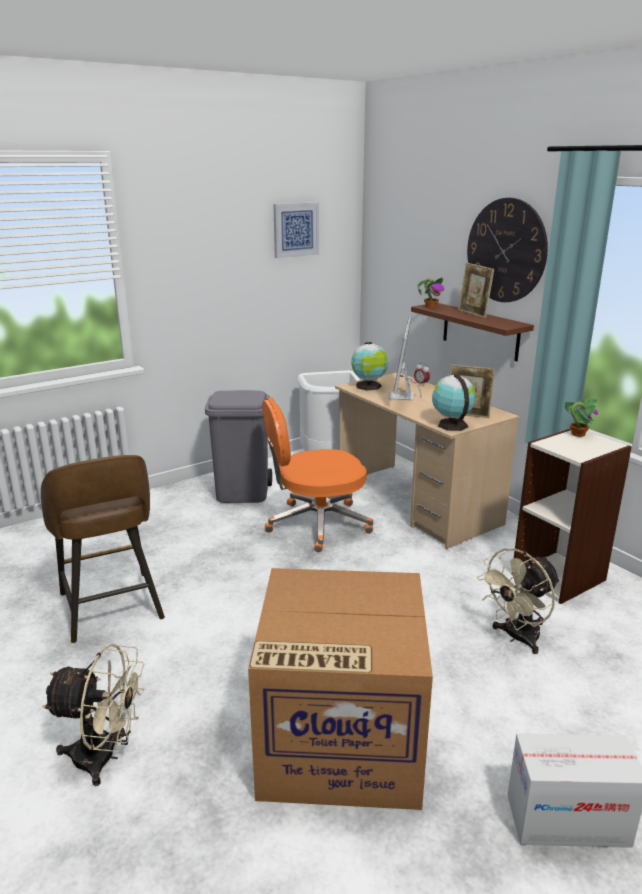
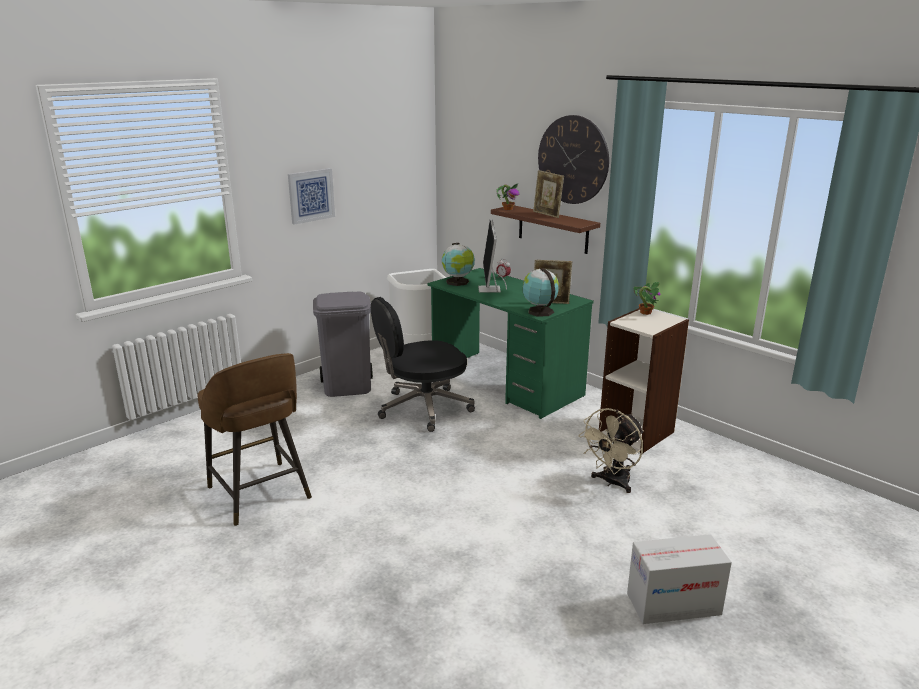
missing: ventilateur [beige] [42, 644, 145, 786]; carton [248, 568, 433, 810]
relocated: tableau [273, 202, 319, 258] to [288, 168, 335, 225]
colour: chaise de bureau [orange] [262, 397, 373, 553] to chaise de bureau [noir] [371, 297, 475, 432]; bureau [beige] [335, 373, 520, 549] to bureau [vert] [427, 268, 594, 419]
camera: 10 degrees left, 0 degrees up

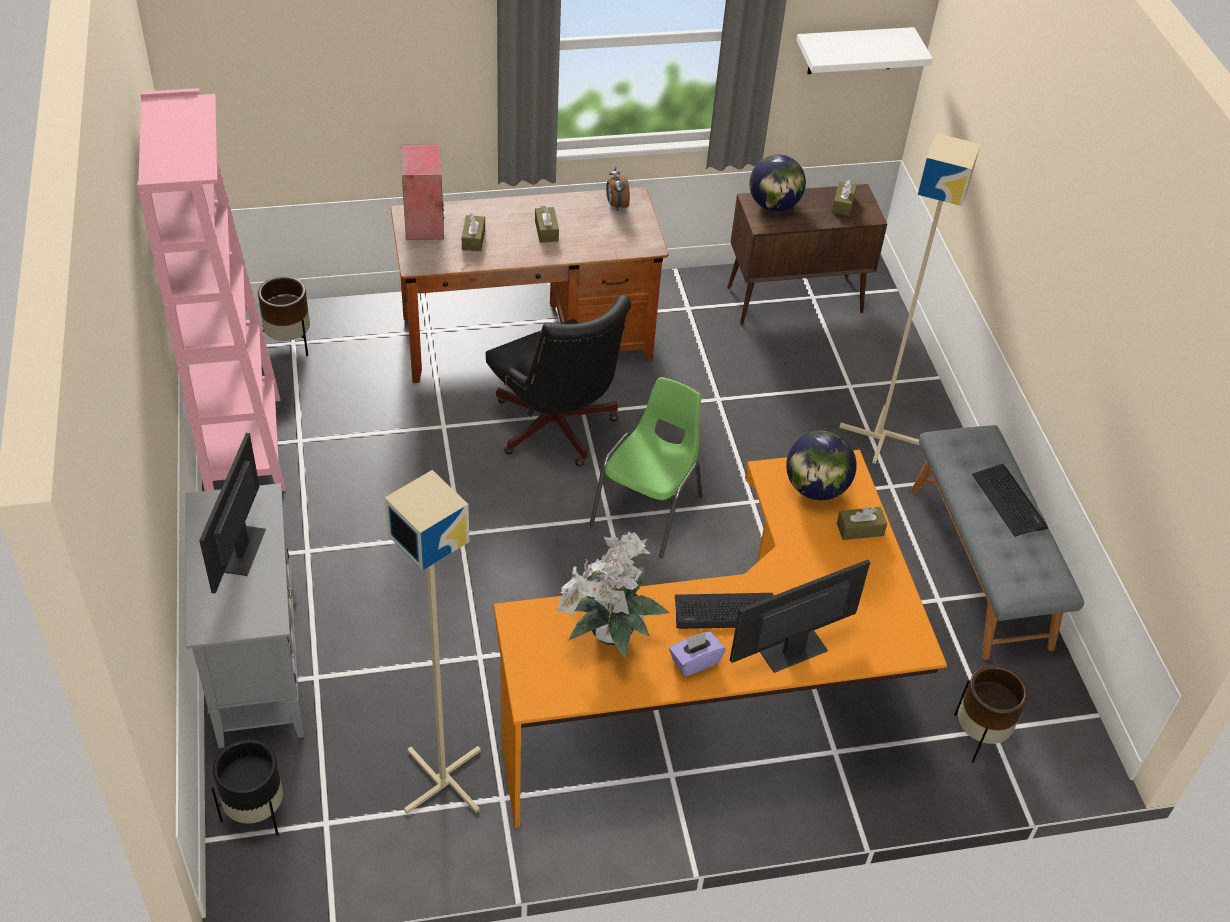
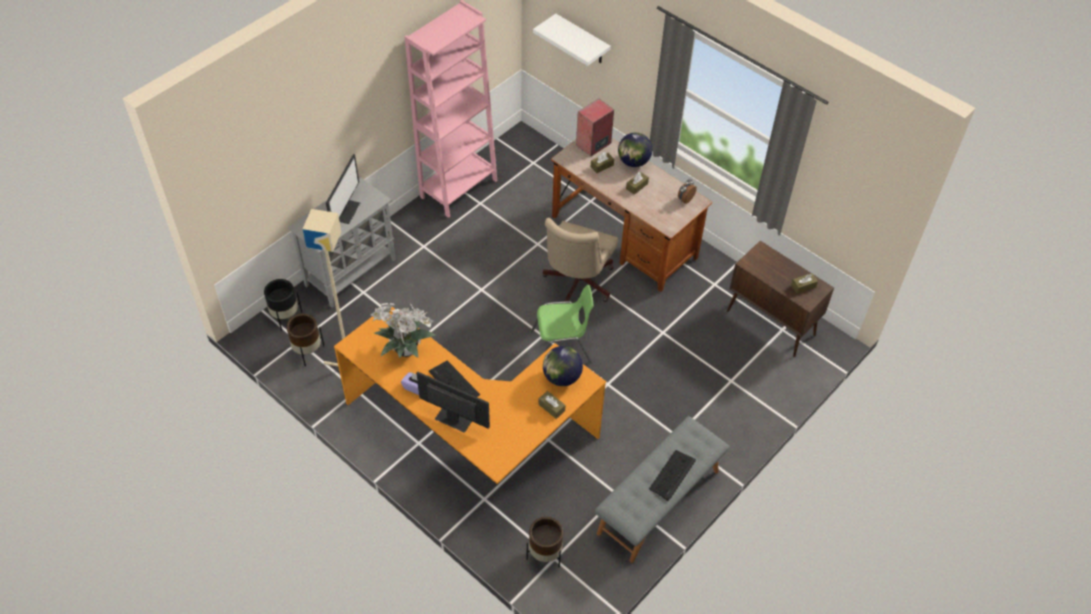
missing: lampadaire [beige] [839, 133, 981, 464]
relocated: cache-pot [marron] [258, 276, 310, 357] to [287, 314, 324, 366]; globe [749, 154, 806, 211] to [618, 133, 652, 167]; étagère [blanc] [796, 27, 933, 74] to [533, 14, 611, 66]
colour: chaise de bureau [noir] [486, 295, 631, 466] to chaise de bureau [beige] [542, 218, 618, 302]
spun: écran d'ordinateur [199, 433, 266, 594] = [326, 154, 360, 224] 135 degrees clockwise
camera: 55 degrees right, 5 degrees up

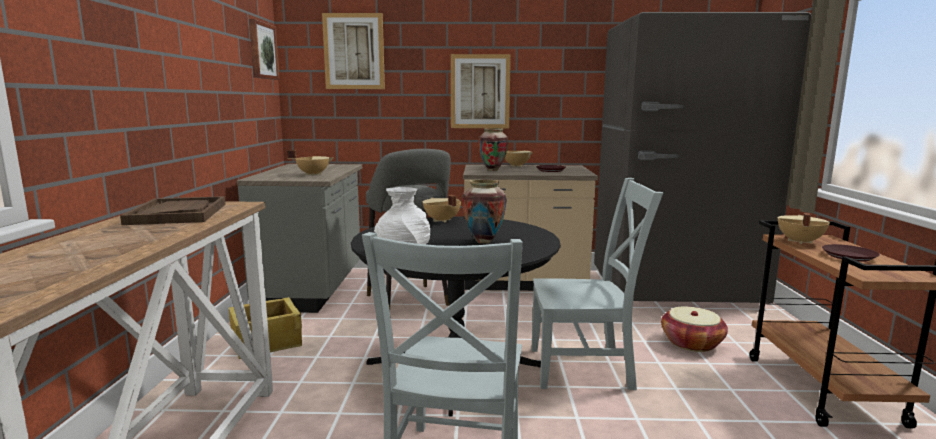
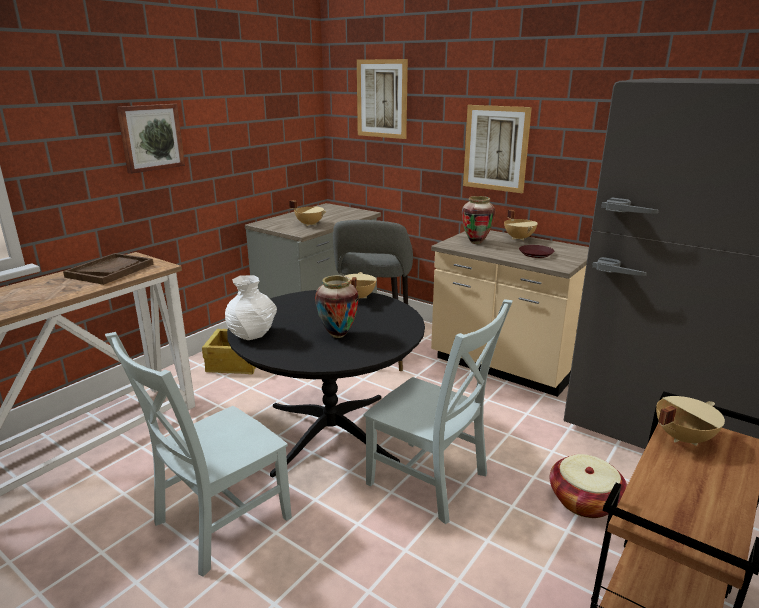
missing: assiette [marron] [822, 244, 880, 262]
relocated: tableau [249, 19, 280, 80] to [117, 104, 185, 174]
camera: 35 degrees right, 10 degrees up

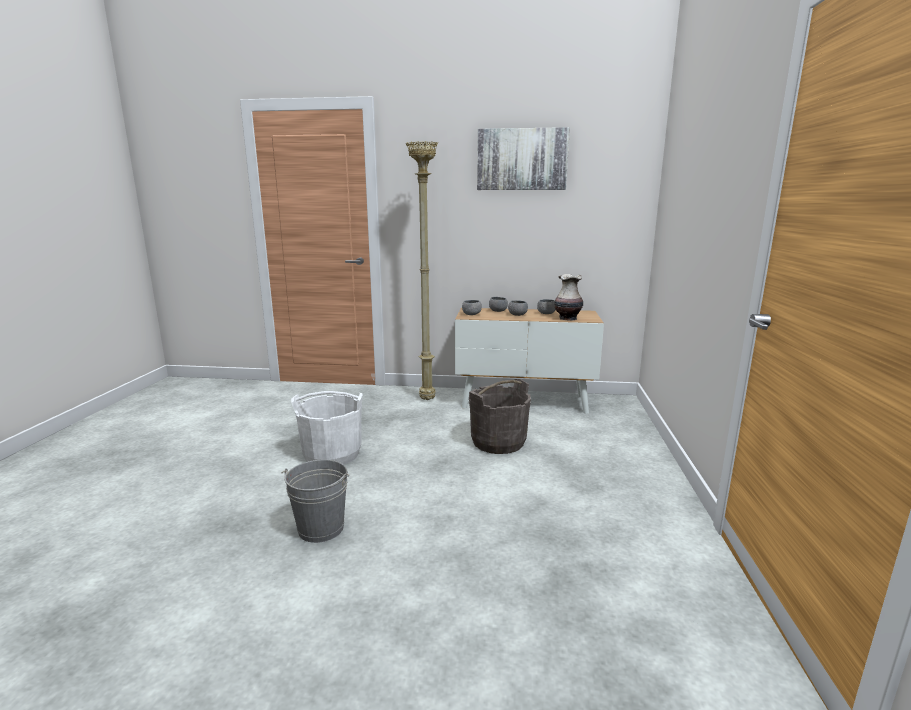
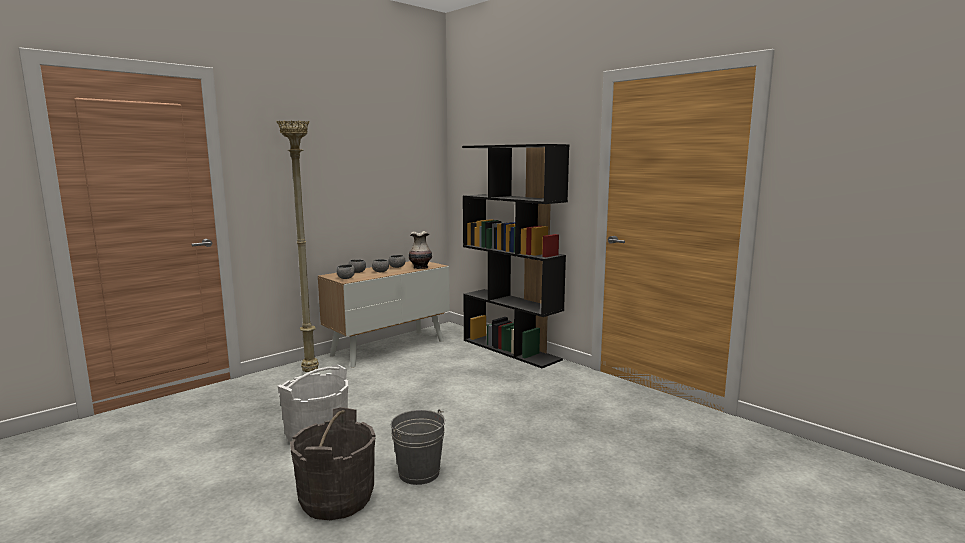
missing: tableau [477, 127, 570, 190]
appeared: bibliothèque [noir] [462, 144, 569, 368]
relocated: seau [gris] [469, 379, 531, 454] to [290, 407, 376, 520]
camera: 50 degrees left, 5 degrees down

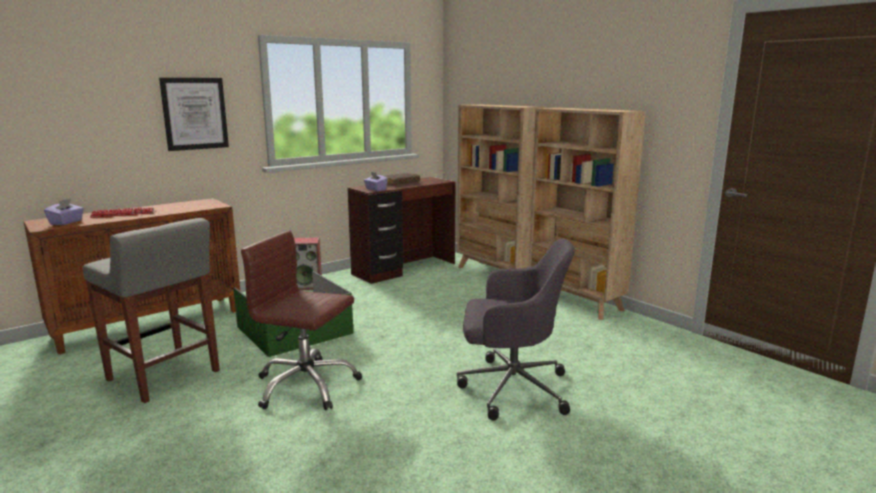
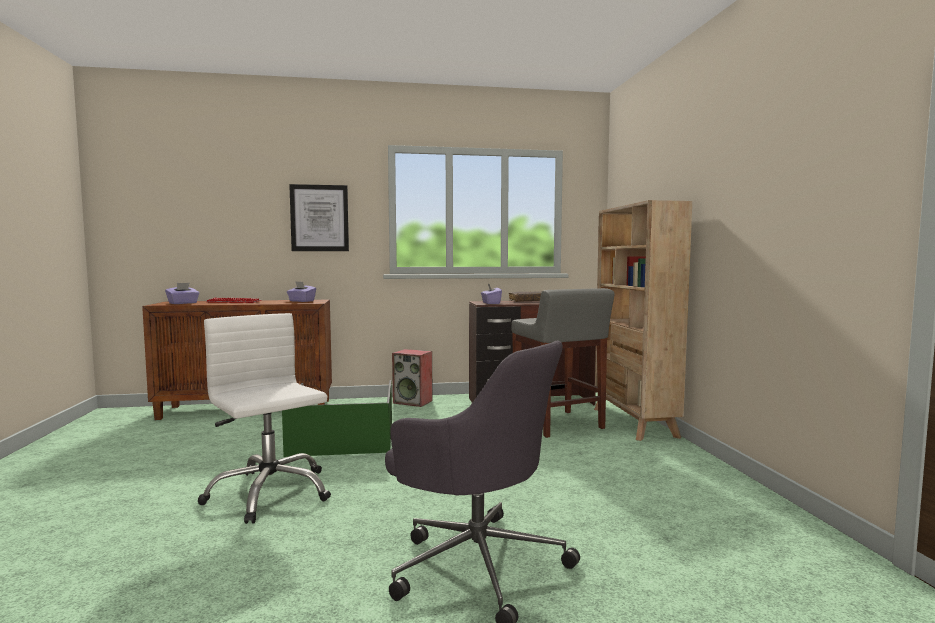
missing: bibliothèque [beige] [529, 108, 646, 320]
appeared: boîte à mouchoirs [violet] [287, 281, 316, 302]
relocated: tabouret [gris] [83, 218, 220, 403] to [512, 288, 615, 438]
colour: chaise de bureau [marron] [241, 230, 362, 410] to chaise de bureau [blanc] [198, 313, 331, 524]
camera: 30 degrees right, 10 degrees down

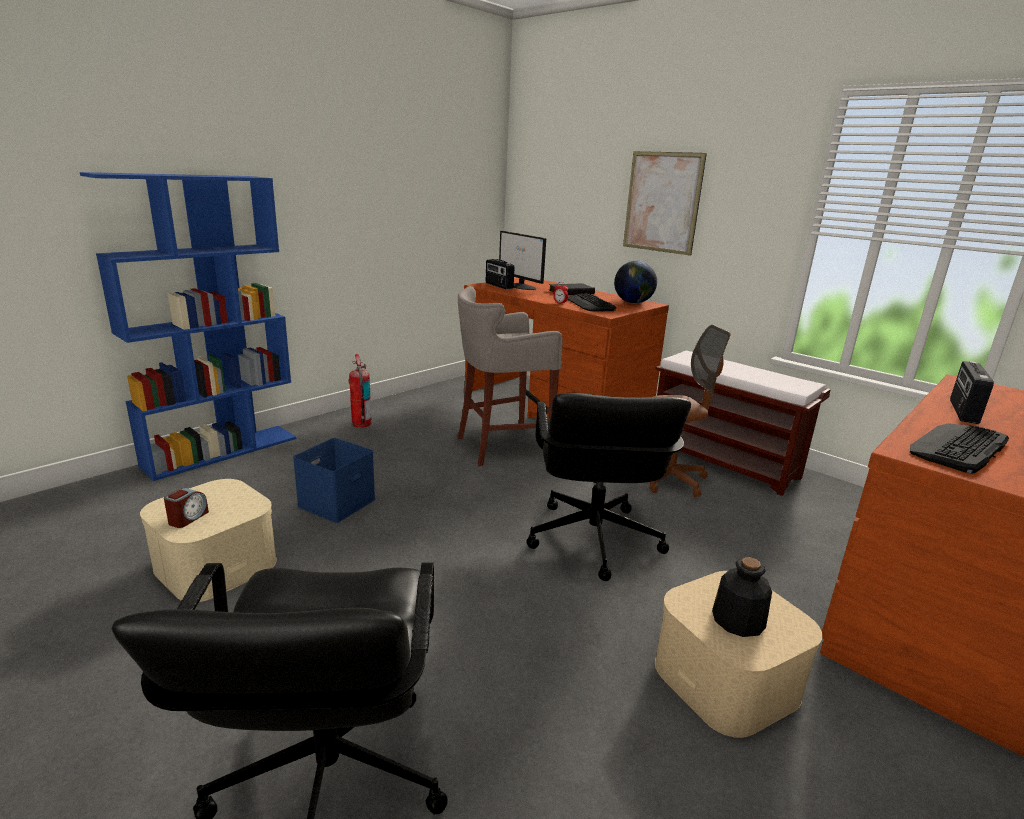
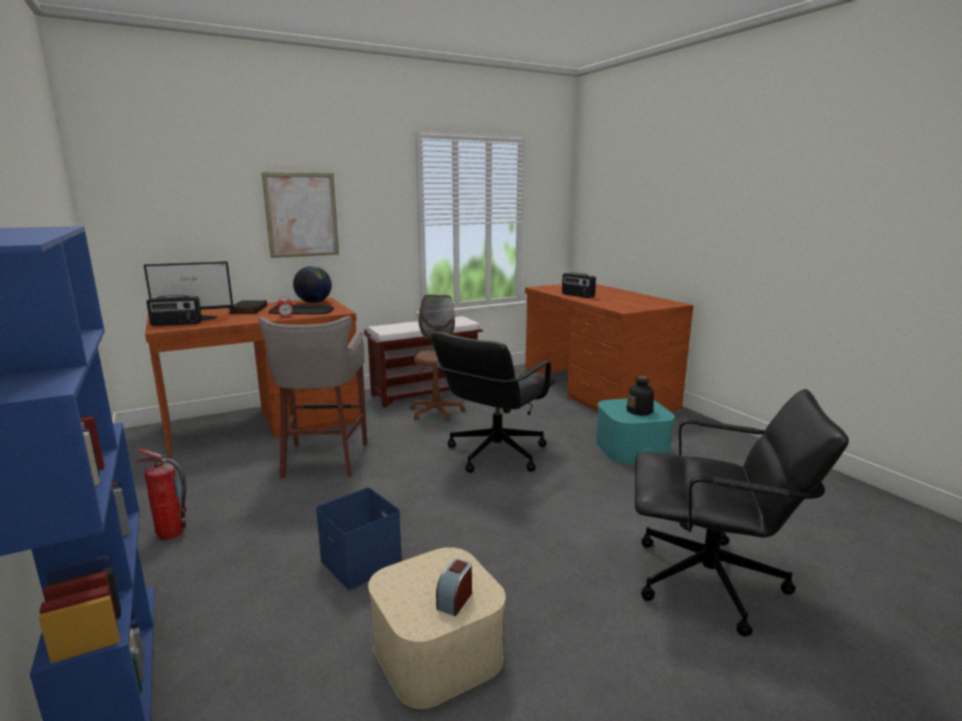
missing: clavier [910, 423, 1009, 474]
colour: boîte de rangement [beige] [655, 571, 822, 738] to boîte de rangement [turquoise] [596, 398, 675, 464]
spun: réveil [164, 488, 209, 528] = [436, 559, 472, 616] 105 degrees counterclockwise; chaise de bureau [noir] [527, 393, 691, 581] = [430, 332, 556, 473] 105 degrees clockwise
camera: 70 degrees left, 5 degrees down

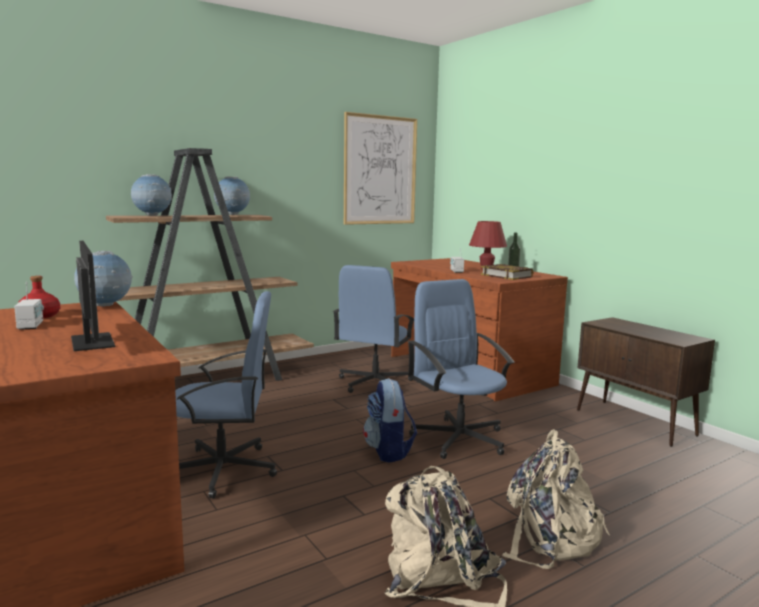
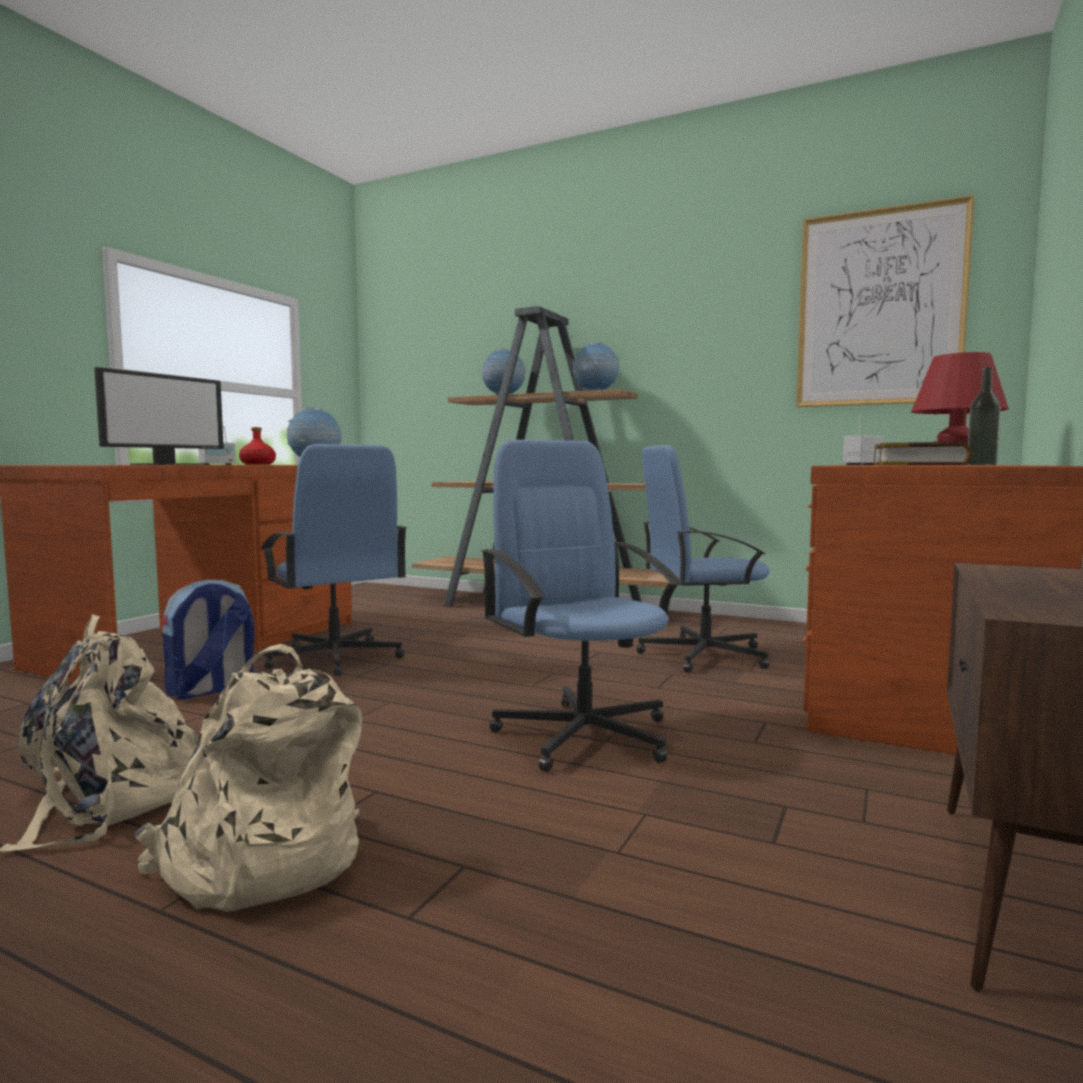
relocated: sac à dos [363, 378, 417, 463] to [161, 580, 254, 699]
spun: chaise de bureau [bleu] [407, 279, 515, 459] = [481, 440, 682, 772] 60 degrees counterclockwise
camera: 60 degrees right, 5 degrees down

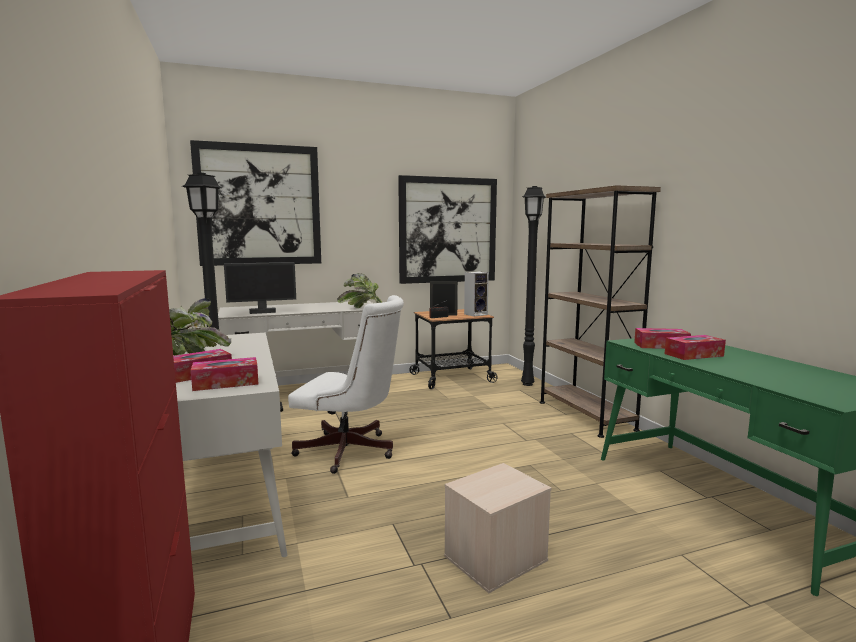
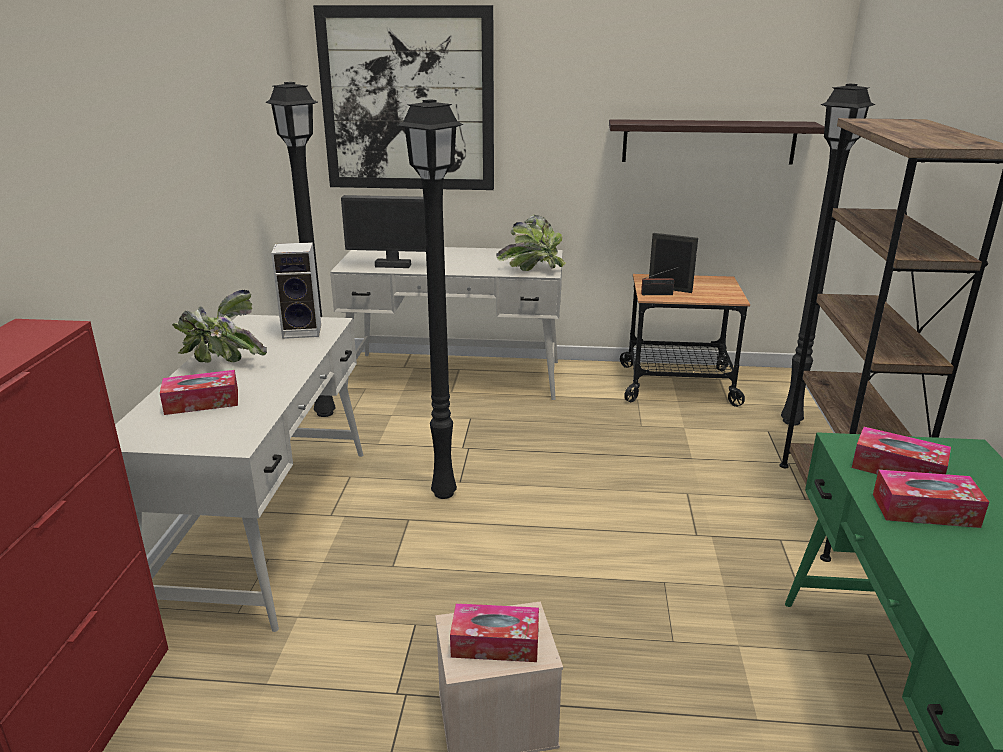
relocated: boîte à mouchoirs [191, 357, 259, 391] to [450, 603, 539, 662]; enceinte [464, 271, 489, 317] to [271, 242, 321, 339]
exchanged: chaise de bureau [blanc] [288, 295, 404, 474] to lampadaire [noir] [398, 99, 464, 499]; tableau [398, 175, 497, 284] to étagère [609, 119, 825, 165]
camera: 25 degrees right, 15 degrees up

